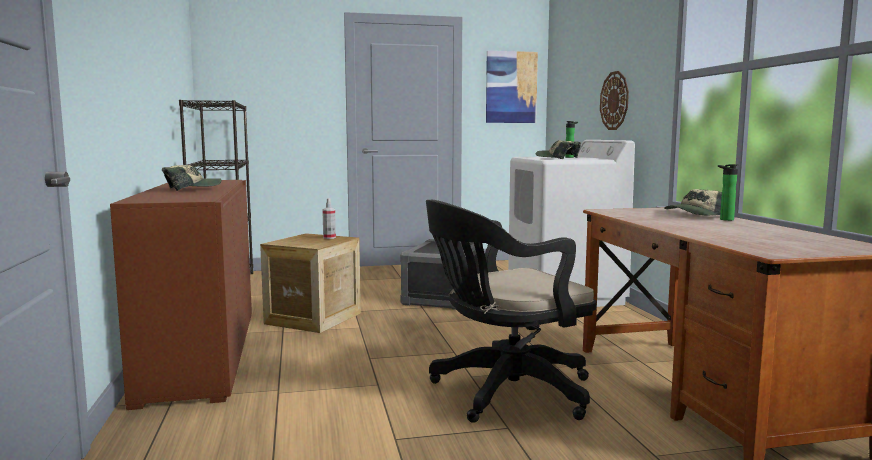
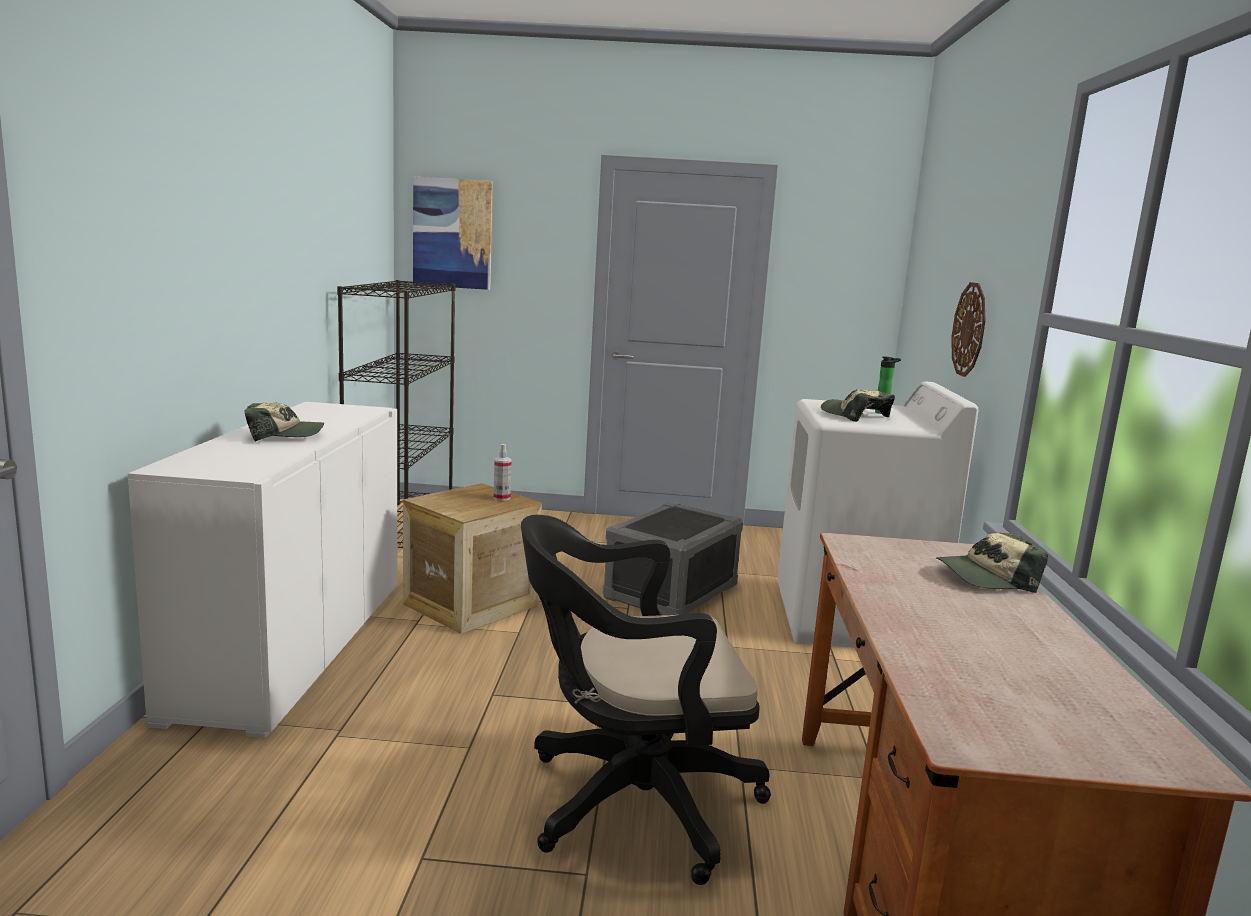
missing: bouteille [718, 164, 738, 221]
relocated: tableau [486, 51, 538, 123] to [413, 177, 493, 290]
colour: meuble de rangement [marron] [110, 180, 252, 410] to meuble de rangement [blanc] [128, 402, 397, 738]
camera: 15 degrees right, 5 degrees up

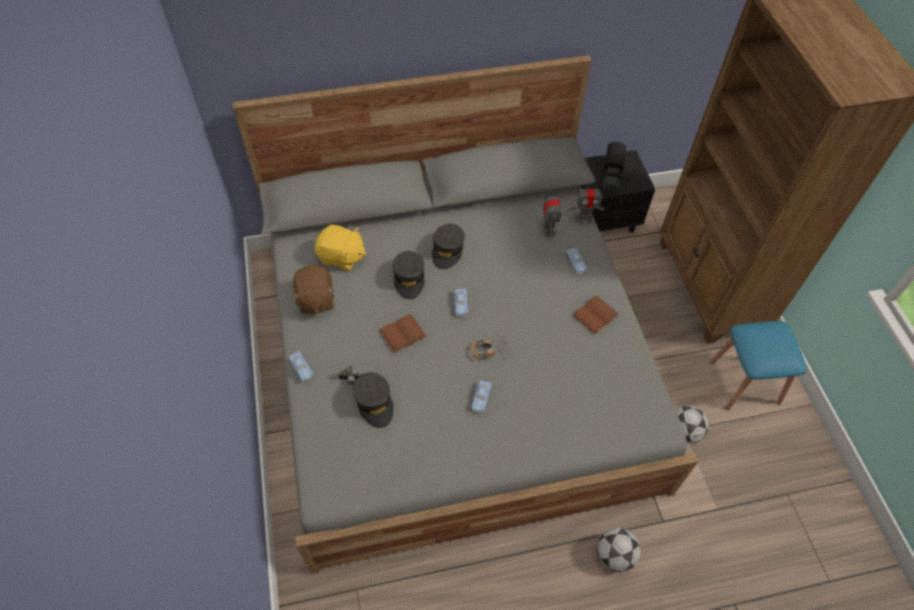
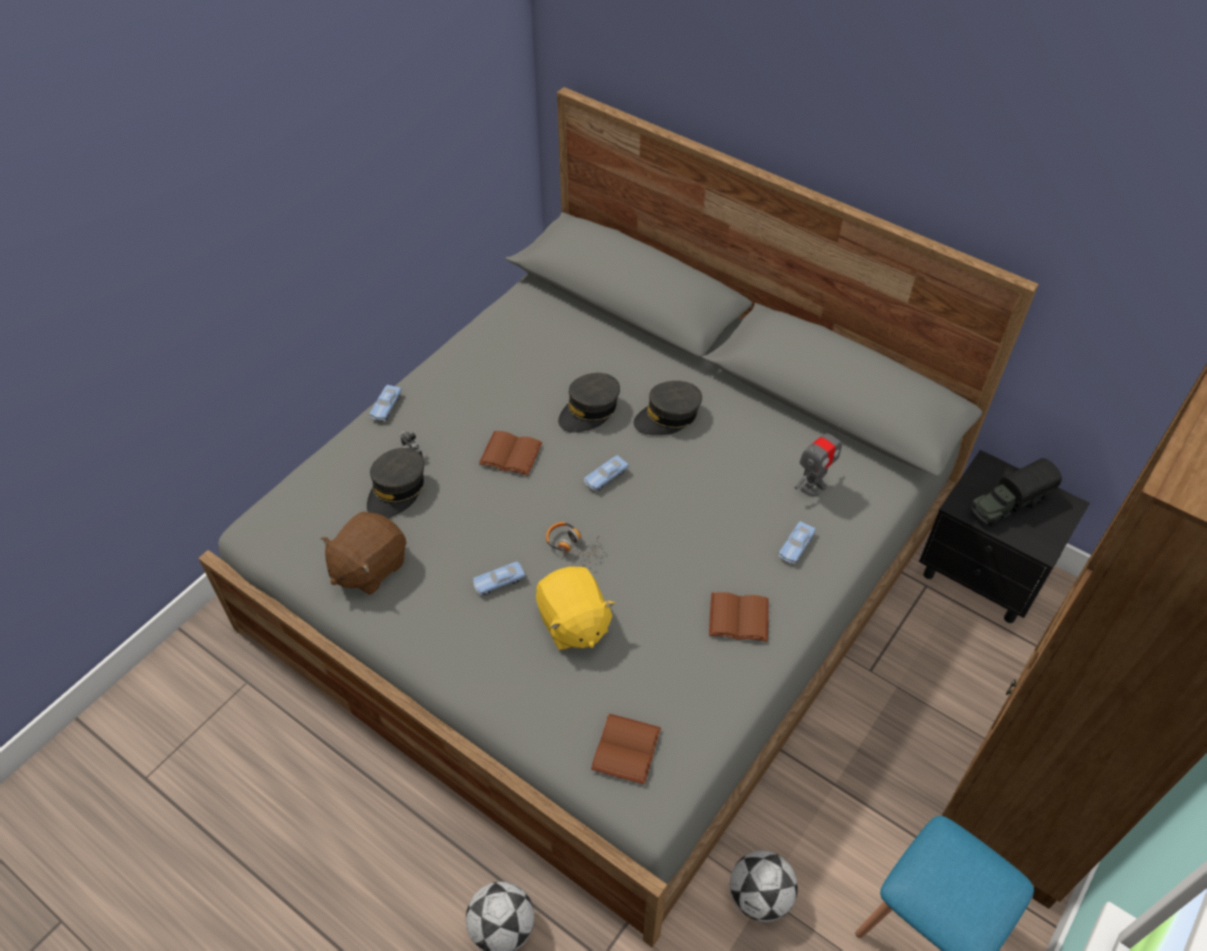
missing: robot jouet [568, 185, 605, 225]
appeared: livre [marron] [591, 714, 661, 784]
relocated: peluche [marron] [292, 265, 335, 314] to [321, 512, 406, 595]; peluche [jaune] [315, 225, 366, 271] to [536, 566, 615, 650]
camera: 50 degrees right, 5 degrees down

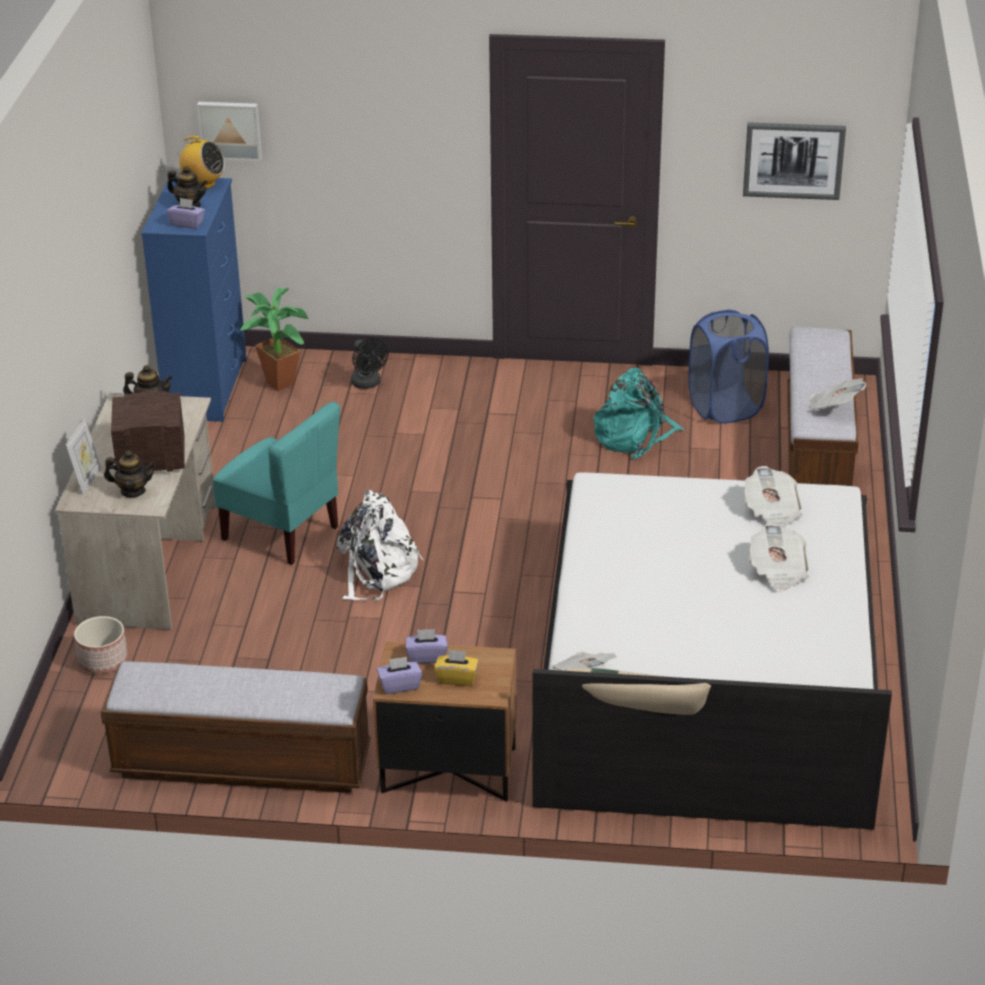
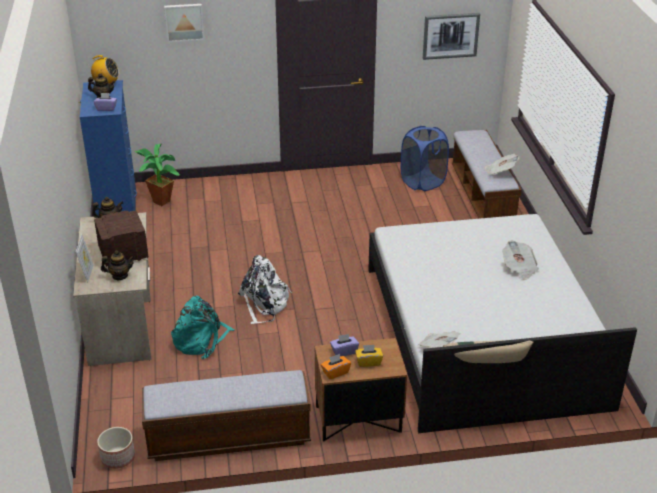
missing: chaise [turquoise] [213, 402, 340, 565]; ventilateur [noir] [351, 338, 389, 389]; journal [744, 466, 803, 528]
relocated: cache-pot [74, 616, 128, 674] to [97, 427, 135, 469]; tableau [197, 102, 262, 161] to [164, 4, 204, 42]; sac à dos [turquoise] [594, 368, 684, 460] to [171, 296, 235, 360]
colour: boîte à mouchoirs [violet] [377, 657, 422, 694] to boîte à mouchoirs [orange] [321, 354, 351, 379]
camera: 15 degrees left, 0 degrees up

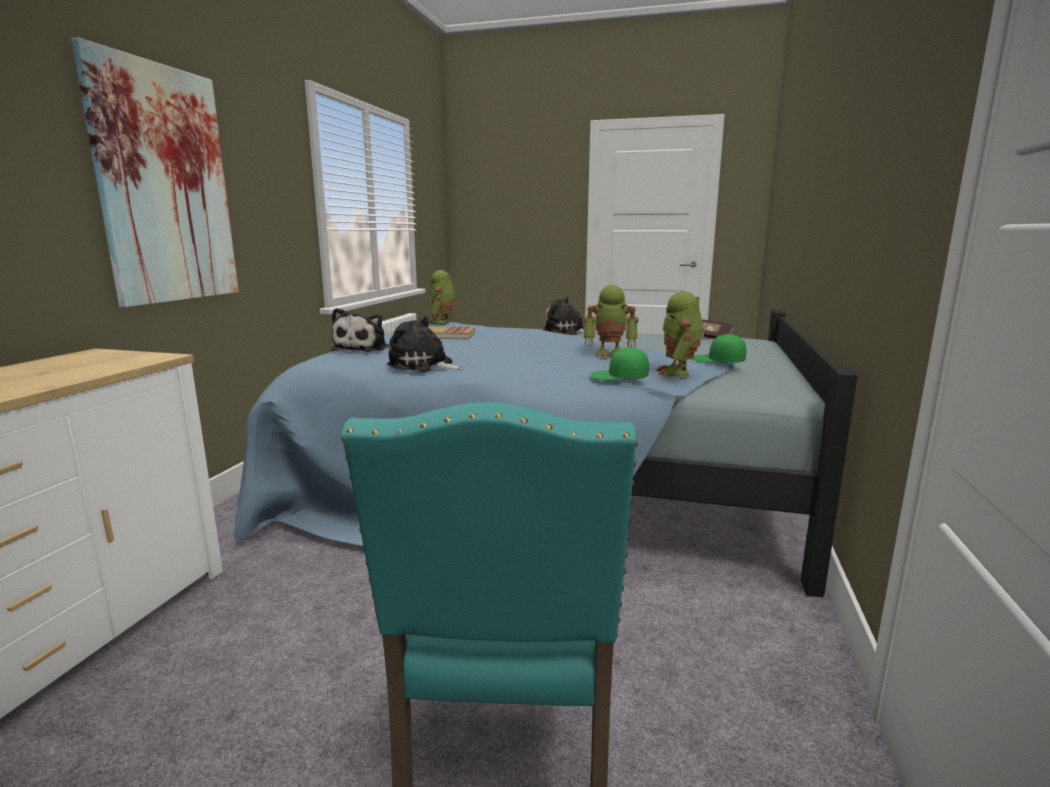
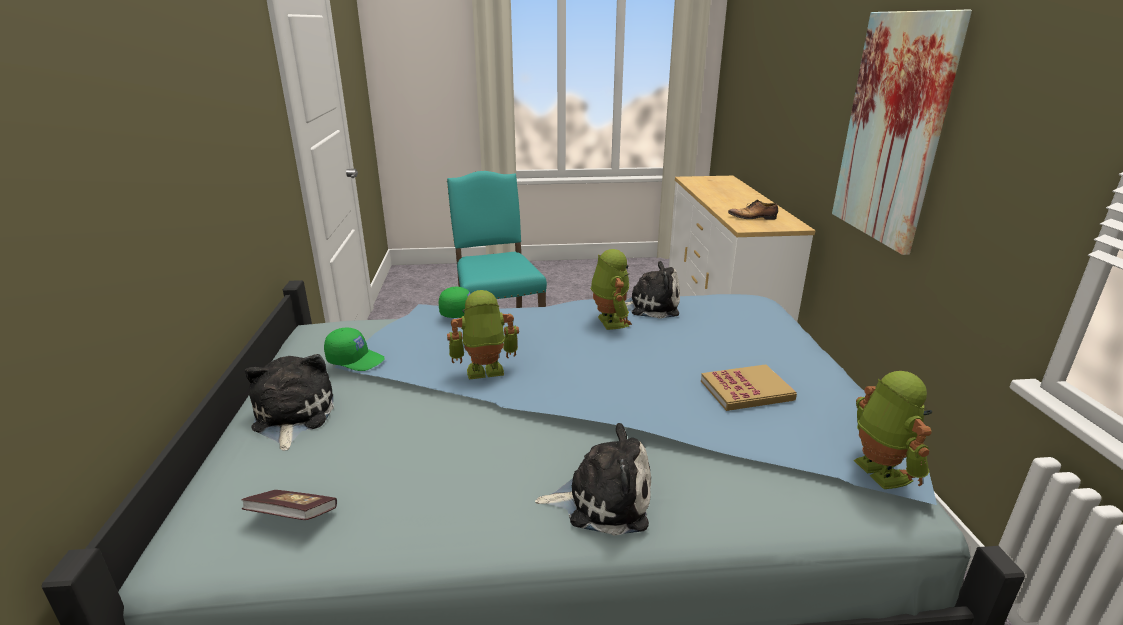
appeared: chaussure [728, 200, 778, 220]
relocated: peluche [331, 308, 389, 352] to [245, 354, 334, 451]; robot jouet [656, 291, 704, 377] to [591, 249, 632, 330]
camera: 160 degrees right, 10 degrees up

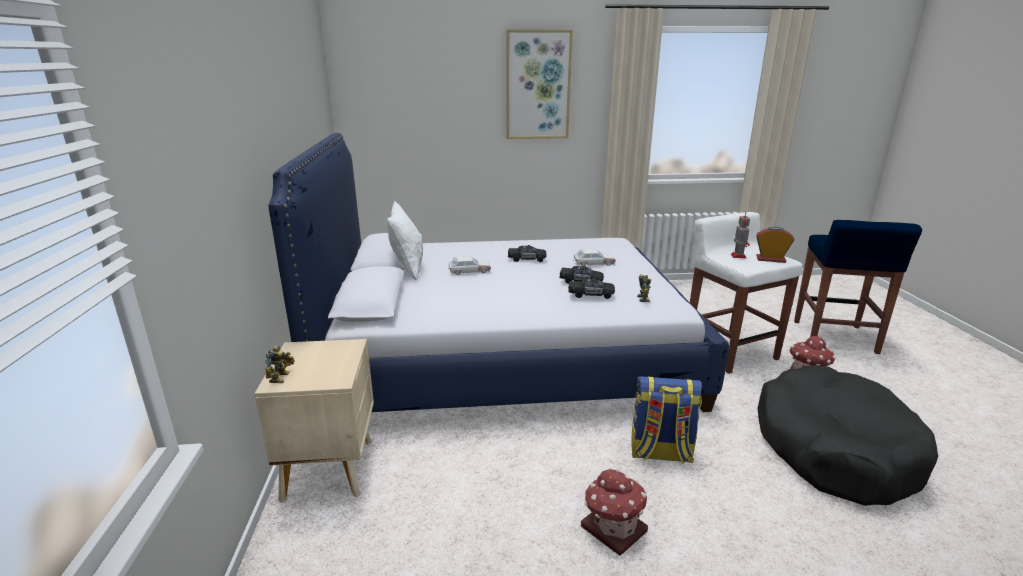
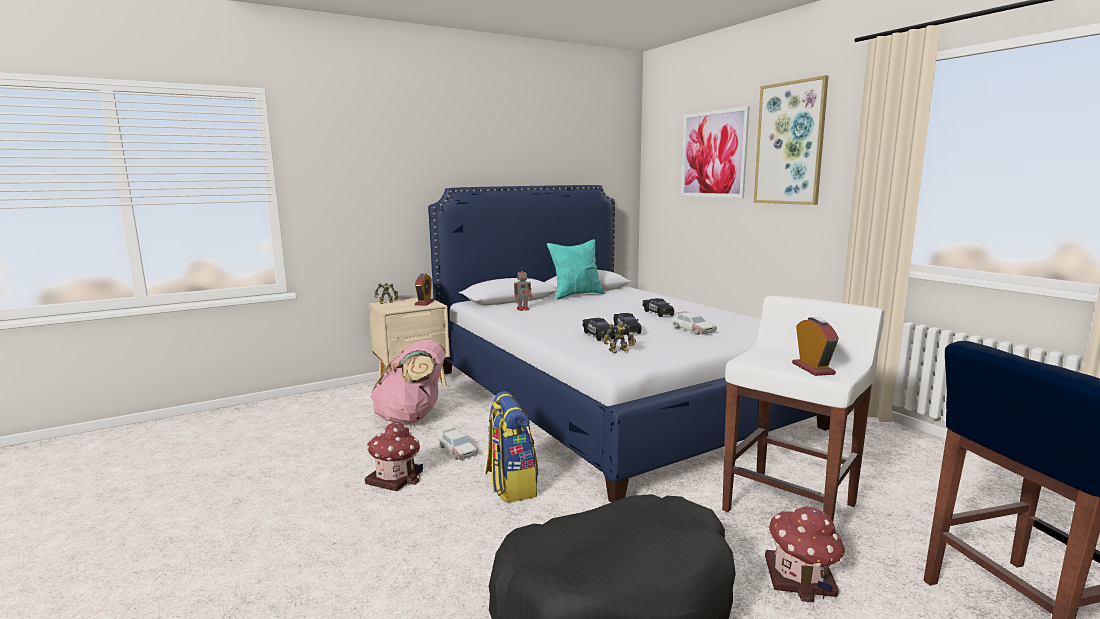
appeared: sac à dos [rose] [370, 340, 446, 424]; réveil [415, 274, 434, 305]; tableau [681, 106, 750, 198]
relocated: petite voiture [448, 257, 491, 275] to [438, 428, 478, 461]; robot jouet [731, 215, 750, 258] to [514, 267, 532, 311]
colour: coussin [blanc] [387, 201, 423, 281] to coussin [turquoise] [547, 239, 605, 300]
camera: 65 degrees right, 10 degrees down

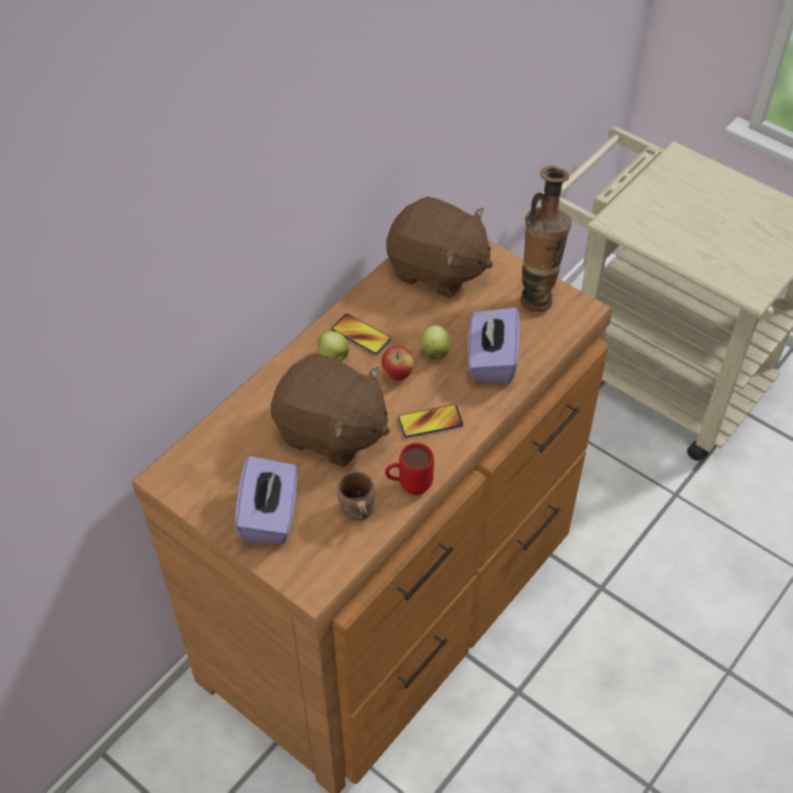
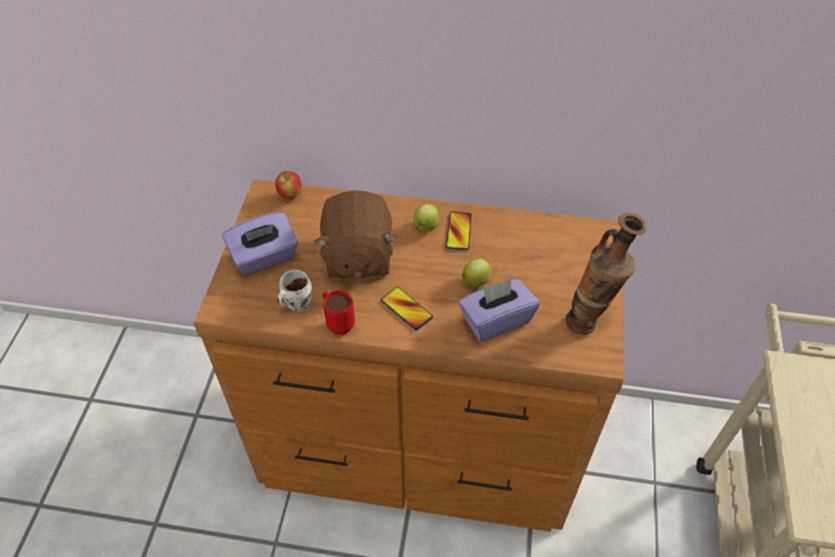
missing: peluche [marron] [386, 197, 493, 298]
relocated: pomme [381, 346, 414, 380] to [275, 171, 302, 199]
colour: mug [marron] [337, 472, 375, 521] to mug [blanc] [277, 270, 312, 312]
camera: 60 degrees right, 0 degrees up

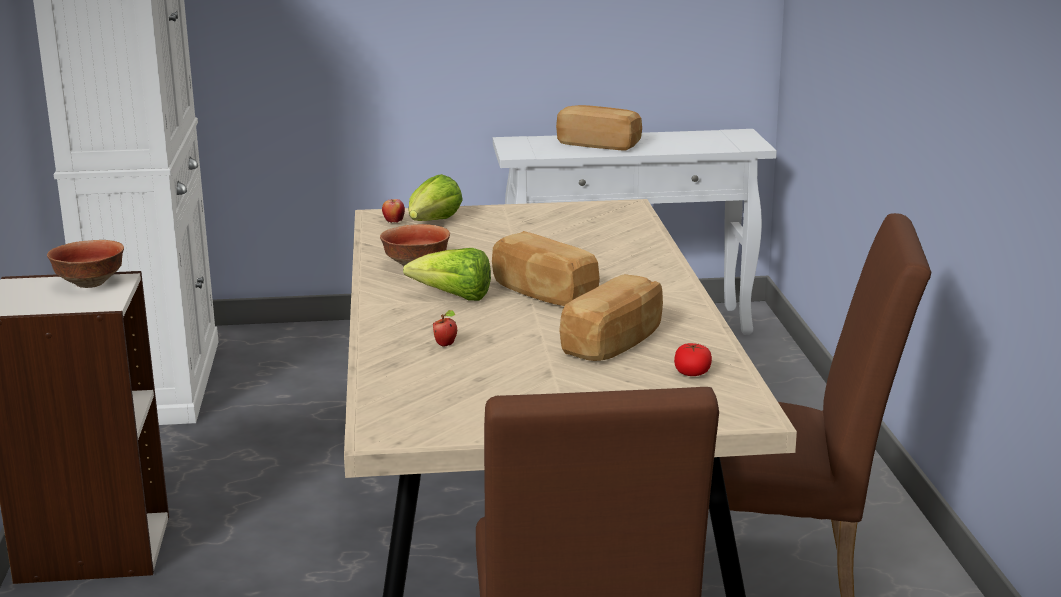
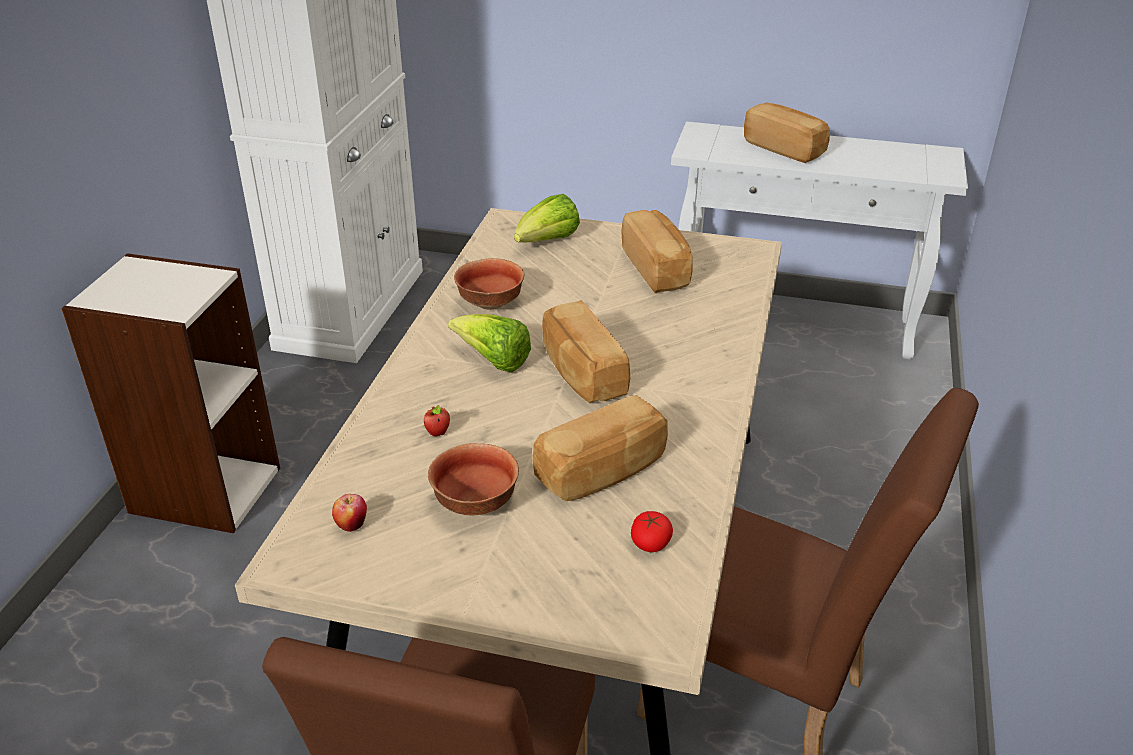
appeared: pain [621, 210, 693, 293]
relocated: bol [47, 240, 124, 288] to [428, 443, 519, 515]; pomme [382, 199, 405, 223] to [332, 494, 367, 532]
camera: 20 degrees right, 15 degrees up

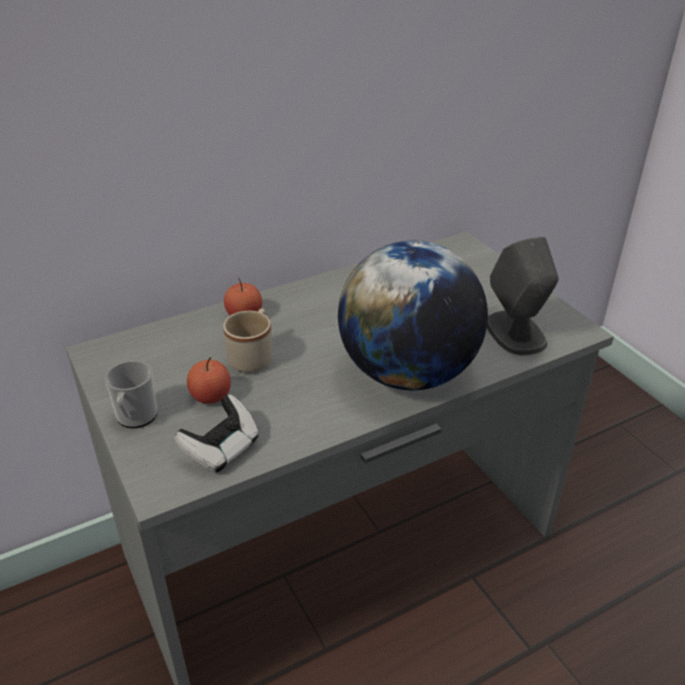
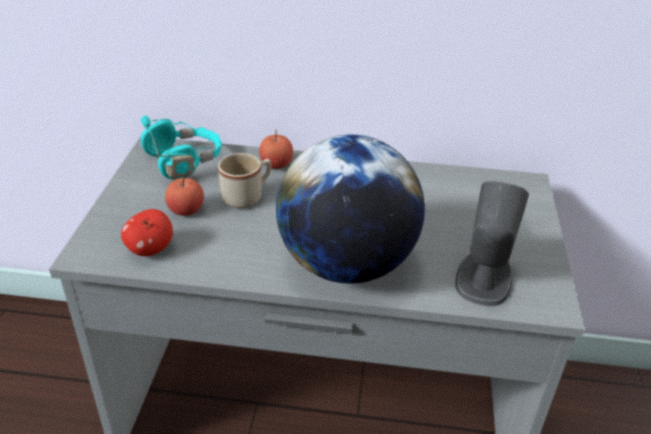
missing: mug [105, 361, 158, 428]
appeared: casque audio [turquoise] [141, 115, 222, 179]
exchanged: manette [174, 394, 259, 473] to pomme [121, 209, 173, 256]
camera: 35 degrees right, 0 degrees up

